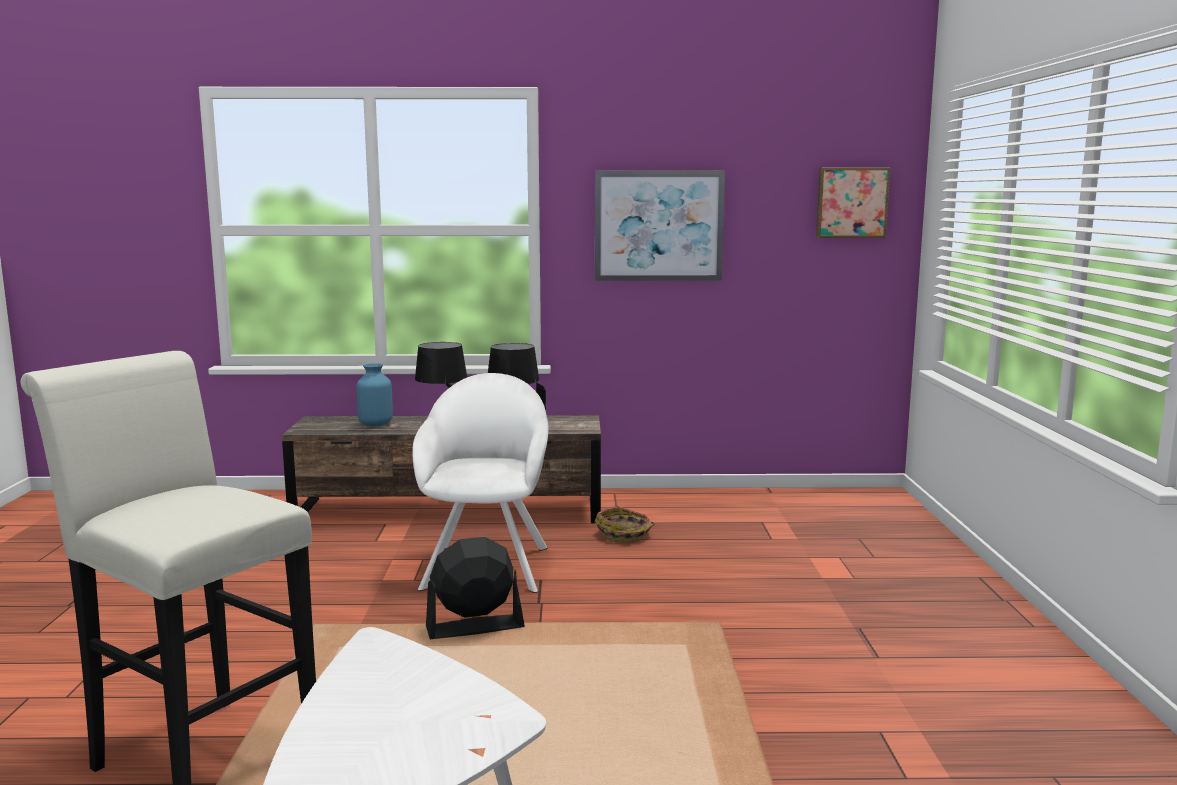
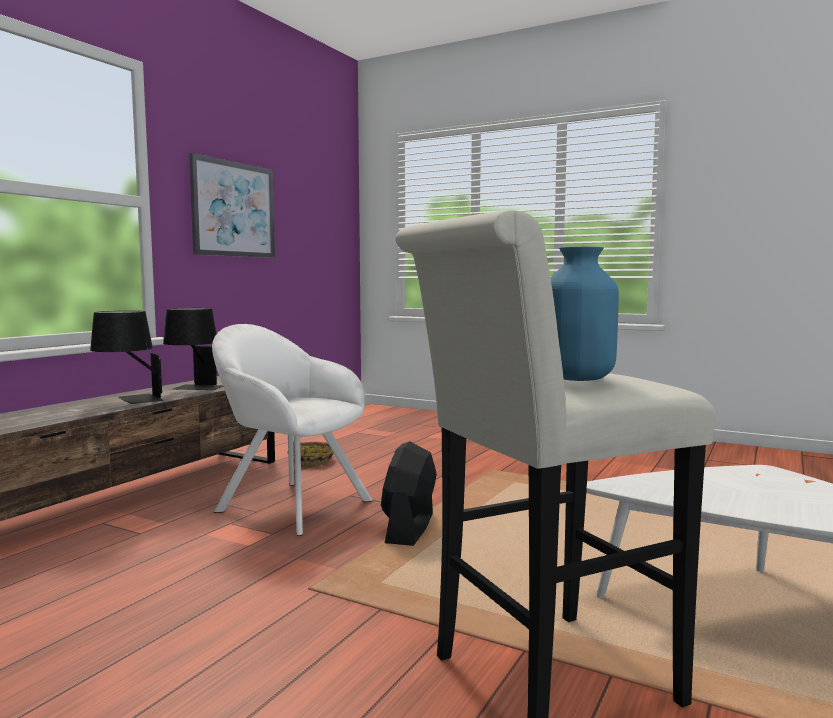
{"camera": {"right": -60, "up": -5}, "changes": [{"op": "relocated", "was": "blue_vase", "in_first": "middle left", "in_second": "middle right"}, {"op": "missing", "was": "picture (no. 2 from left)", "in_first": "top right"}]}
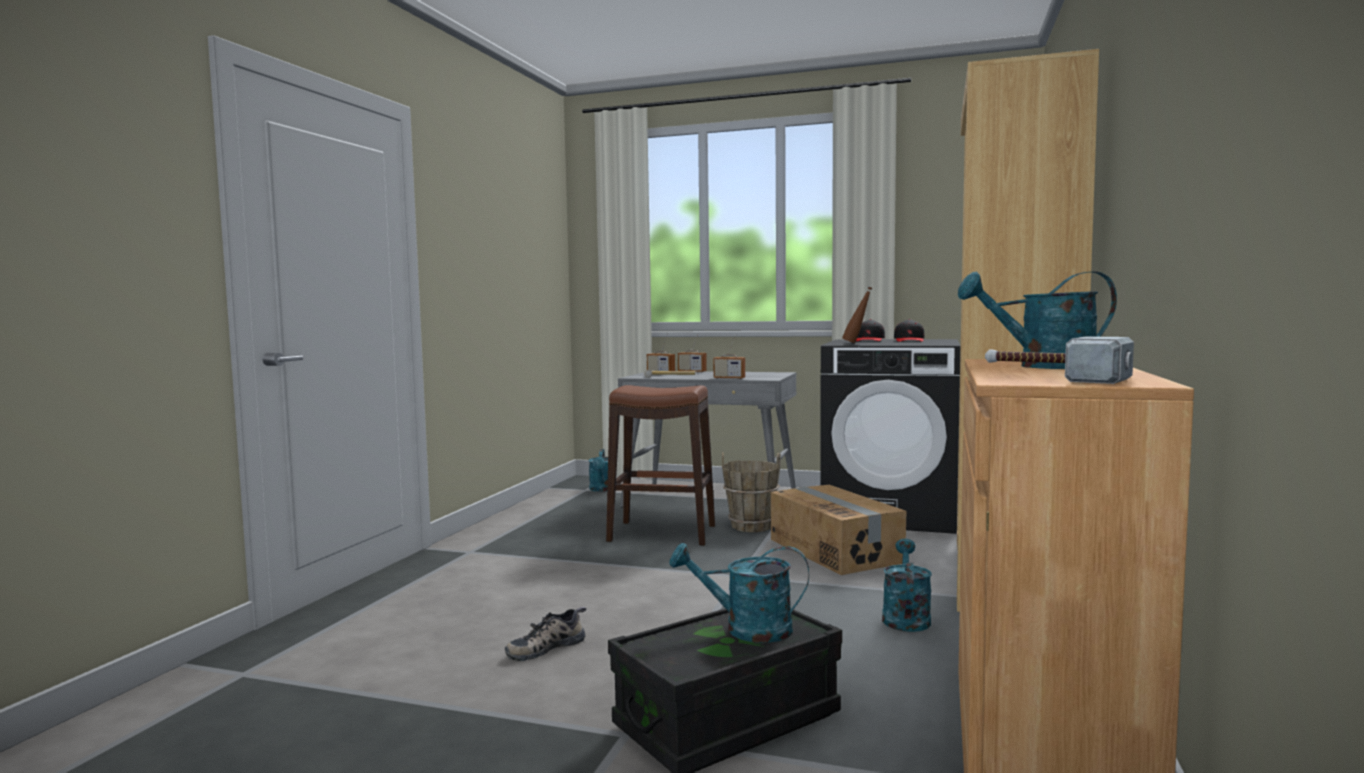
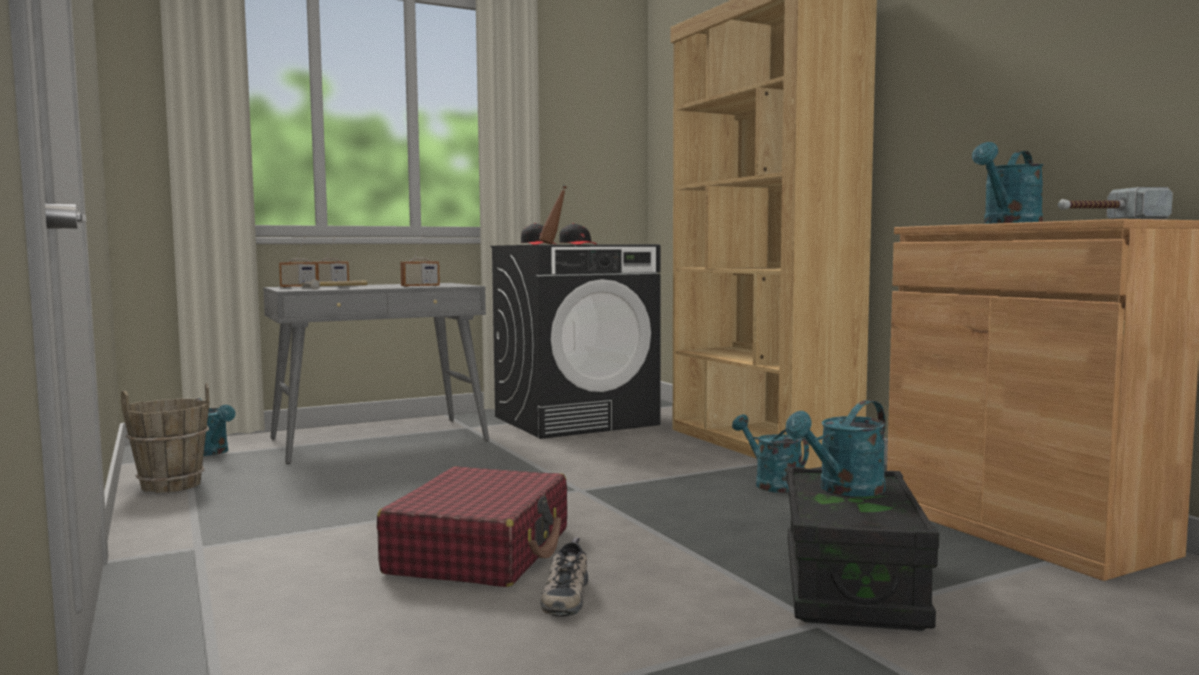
{"camera": {"right": -45, "up": 0}, "changes": [{"op": "missing", "was": "brown_stool", "in_first": "centre"}, {"op": "relocated", "was": "brown_bucket", "in_first": "centre", "in_second": "middle left"}, {"op": "missing", "was": "cardboard_box", "in_first": "bottom centre"}, {"op": "appeared", "now": "red_suitcase", "in_second": "bottom centre"}]}
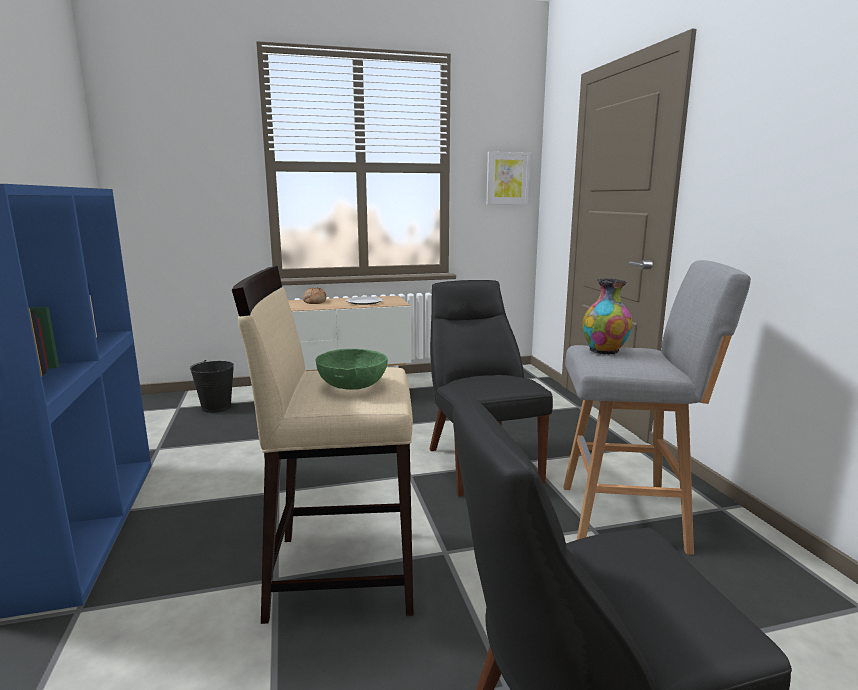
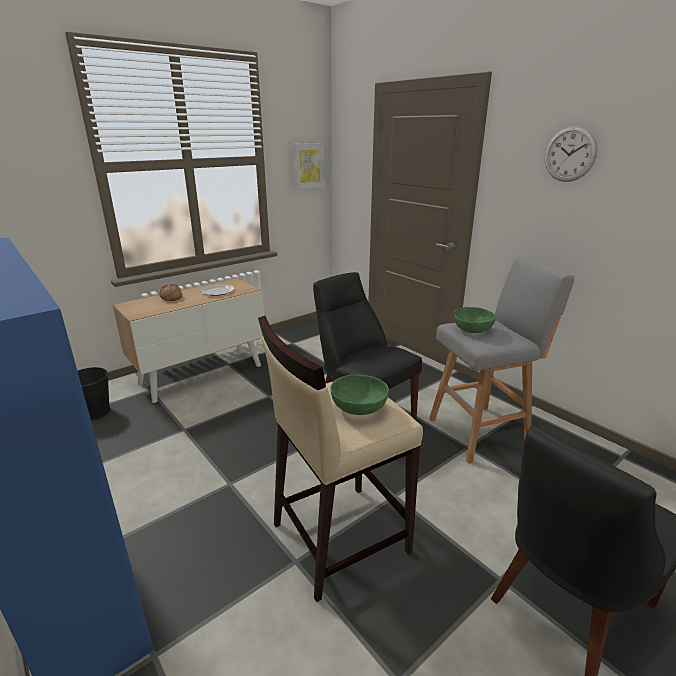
{"camera": {"right": -25, "up": 10}, "changes": [{"op": "exchanged", "was": "vase", "now": "green_bowl (no. 2 from left)", "in_first": "middle right", "in_second": "middle right"}, {"op": "appeared", "now": "wall_clock", "in_second": "top right"}]}
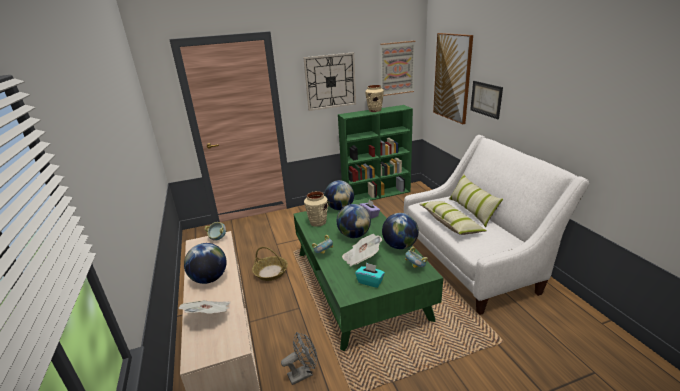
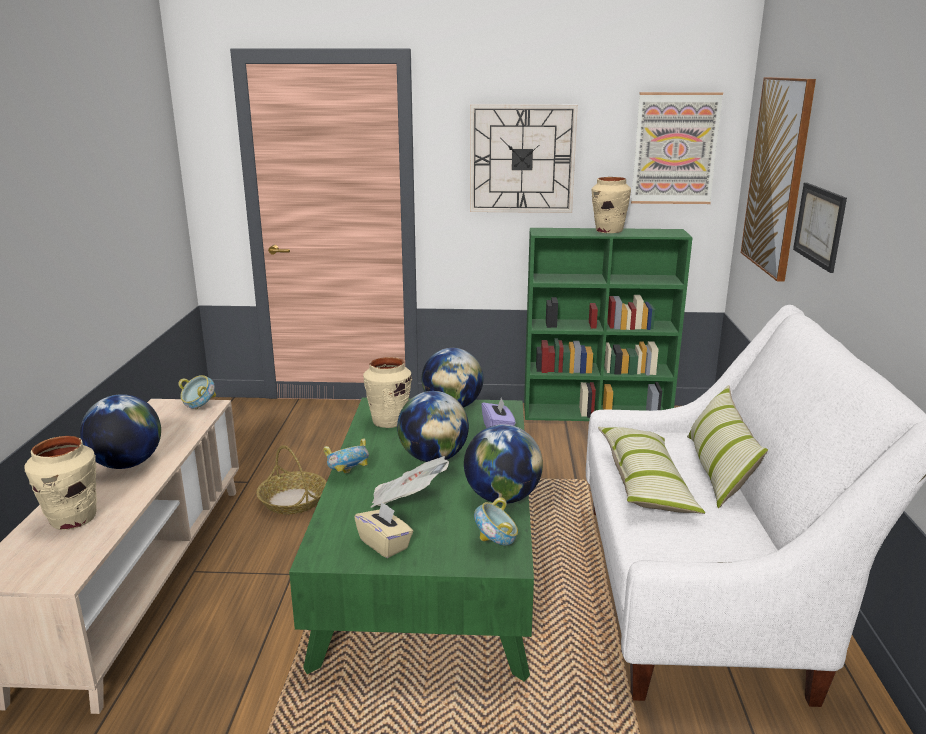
{"camera": {"right": 20, "up": -5}, "changes": [{"op": "exchanged", "was": "newspaper (no. 1 from left)", "now": "beige_vase (no. 1 from left)", "in_first": "bottom left", "in_second": "middle left"}, {"op": "missing", "was": "grey_fan", "in_first": "bottom centre"}, {"op": "colour", "was": "turquoise_tissue_box", "now": "beige_tissue_box", "in_first": "bottom centre", "in_second": "bottom centre"}]}
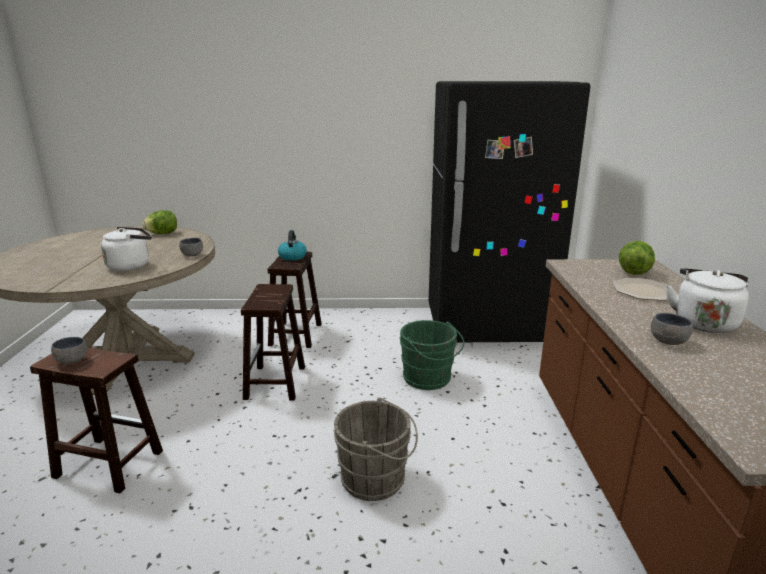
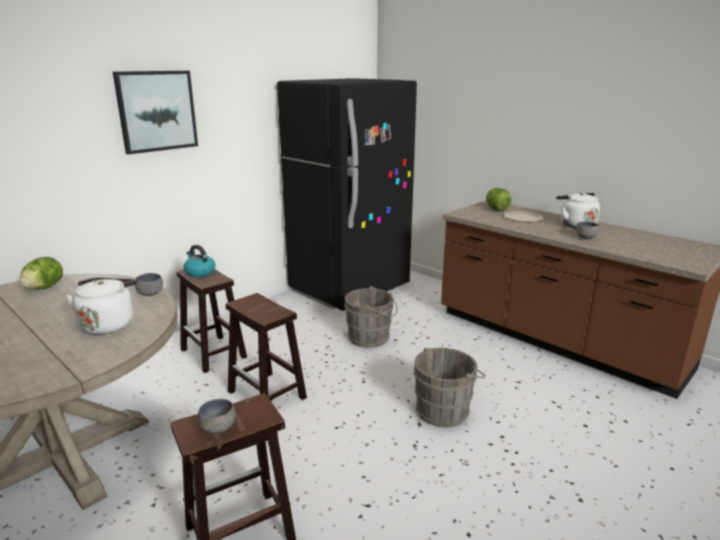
{"camera": {"right": -45, "up": 0}, "changes": [{"op": "colour", "was": "green_bucket", "now": "grey_bucket (no. 1 from left)", "in_first": "centre", "in_second": "centre"}, {"op": "appeared", "now": "picture", "in_second": "top left"}]}
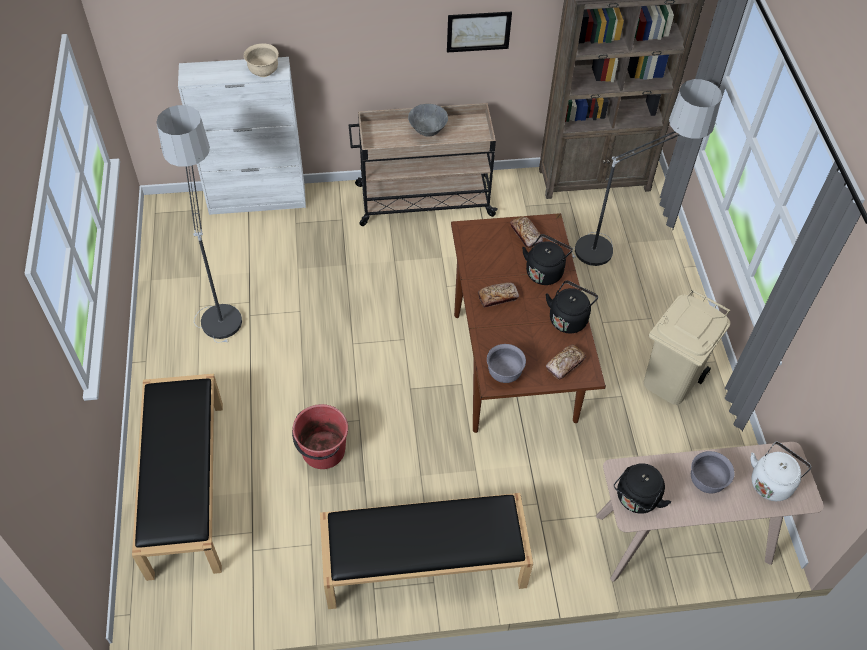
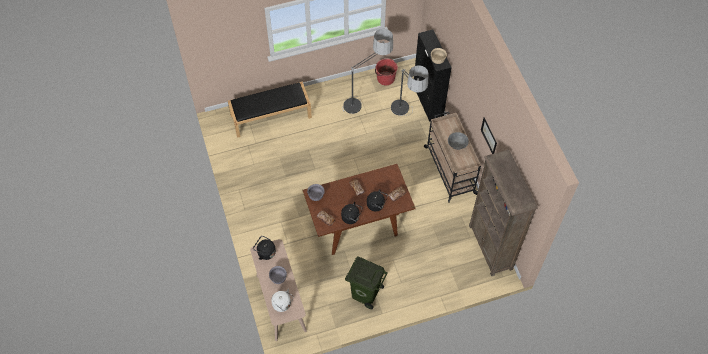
{"camera": {"right": 80, "up": 5}, "changes": [{"op": "colour", "was": "white_cabinet", "now": "black_cabinet", "in_first": "top left", "in_second": "top centre"}, {"op": "relocated", "was": "red_bucket", "in_first": "bottom centre", "in_second": "top centre"}, {"op": "missing", "was": "black_bench (no. 2 from left)", "in_first": "bottom centre"}, {"op": "relocated", "was": "floor_lamp (no. 2 from left)", "in_first": "top right", "in_second": "top centre"}, {"op": "colour", "was": "beige_trash_can", "now": "green_trash_can", "in_first": "middle right", "in_second": "bottom centre"}]}
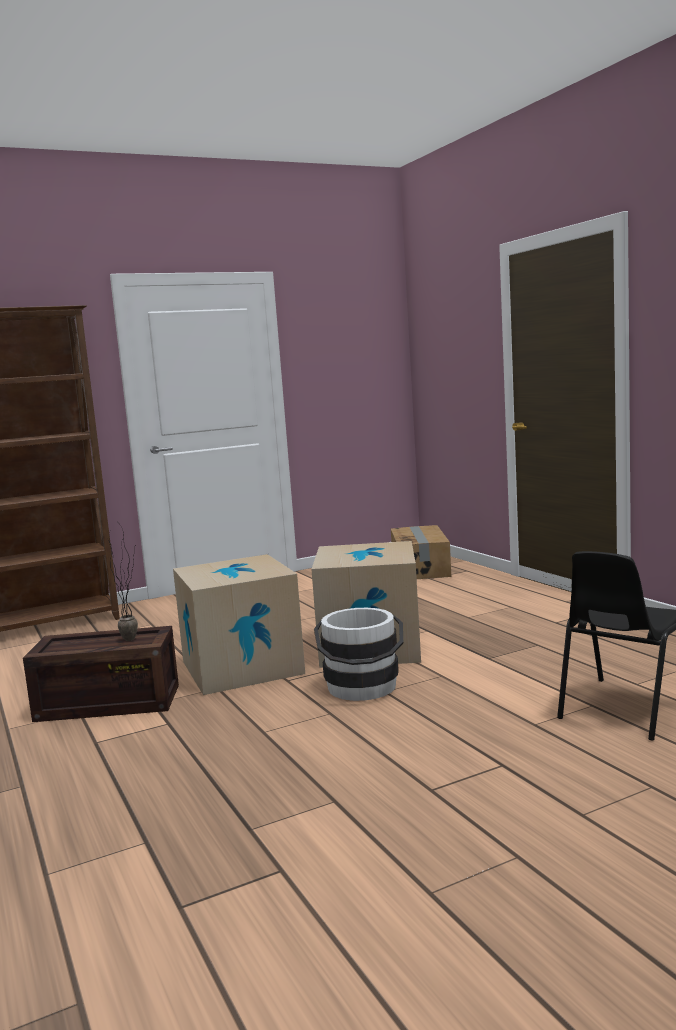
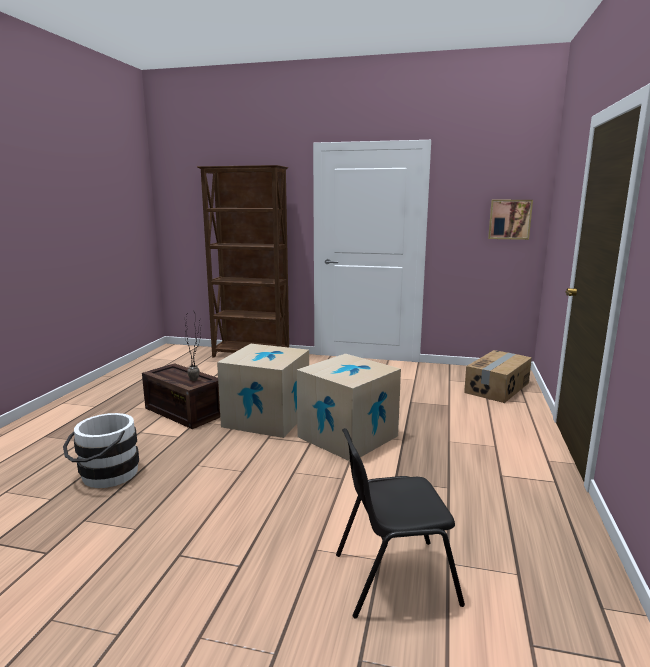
{"camera": {"right": 40, "up": 5}, "changes": [{"op": "relocated", "was": "white_bucket", "in_first": "centre", "in_second": "bottom left"}, {"op": "appeared", "now": "picture", "in_second": "top right"}]}
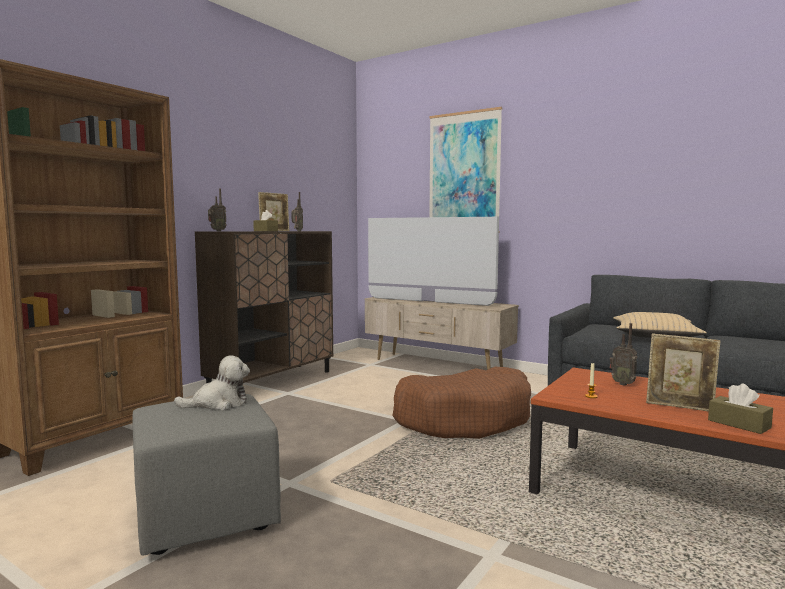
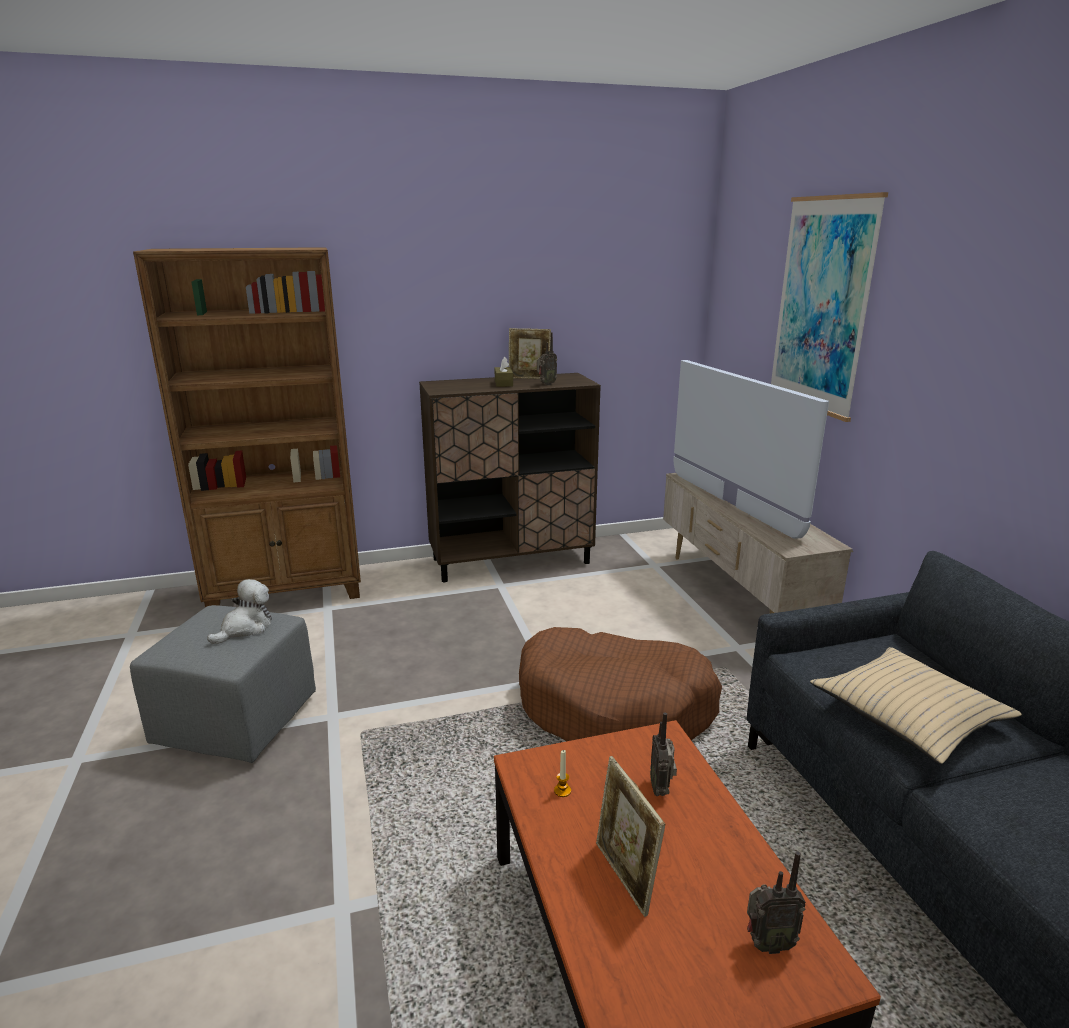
{"camera": {"right": 40, "up": 15}, "changes": [{"op": "spun", "was": "plush_toy", "in_first": "middle left", "in_second": "middle left", "clockwise": -75}, {"op": "relocated", "was": "radio (no. 1 from left in the first image)", "now": "radio (no. 3 from left)", "in_first": "middle left", "in_second": "bottom right"}, {"op": "missing", "was": "brown_tissue_box (no. 2 from left)", "in_first": "bottom right"}]}
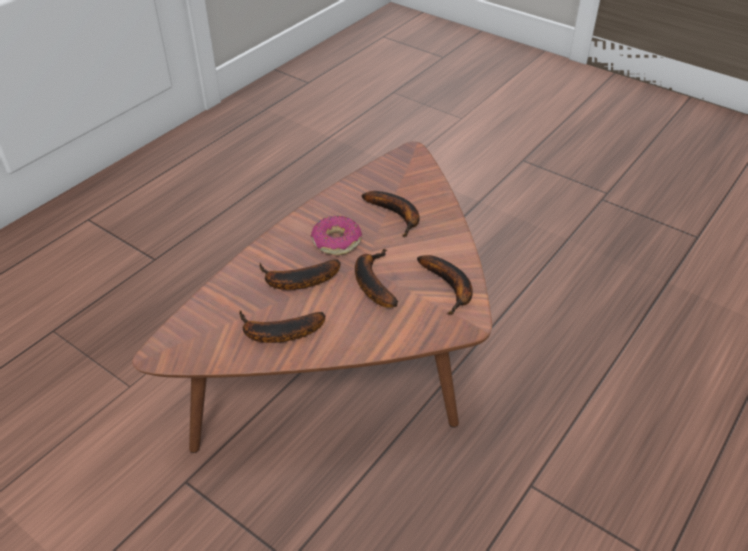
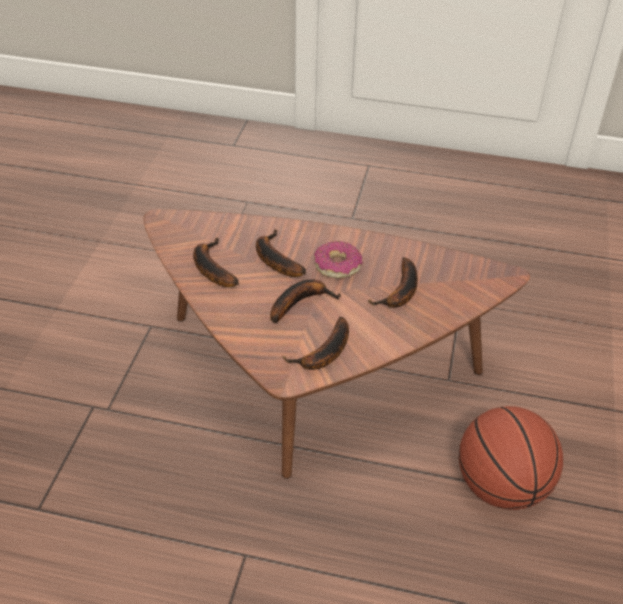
{"camera": {"right": 65, "up": 0}, "changes": [{"op": "appeared", "now": "basketball", "in_second": "bottom right"}]}
